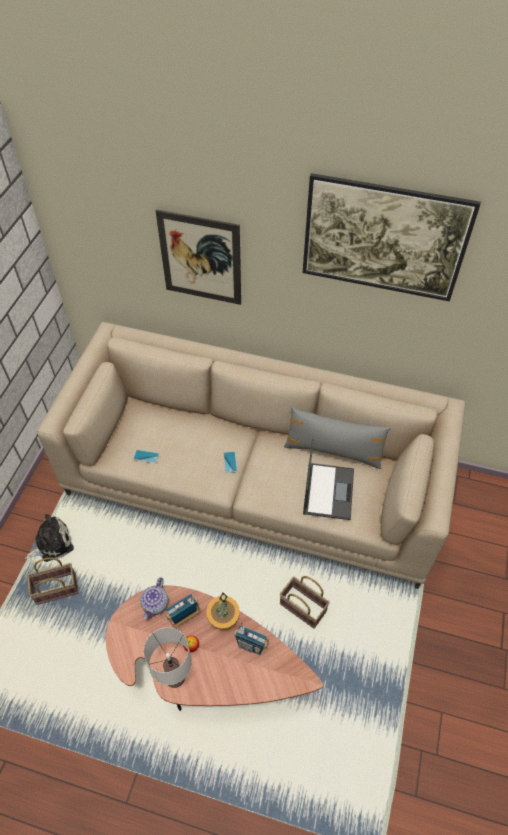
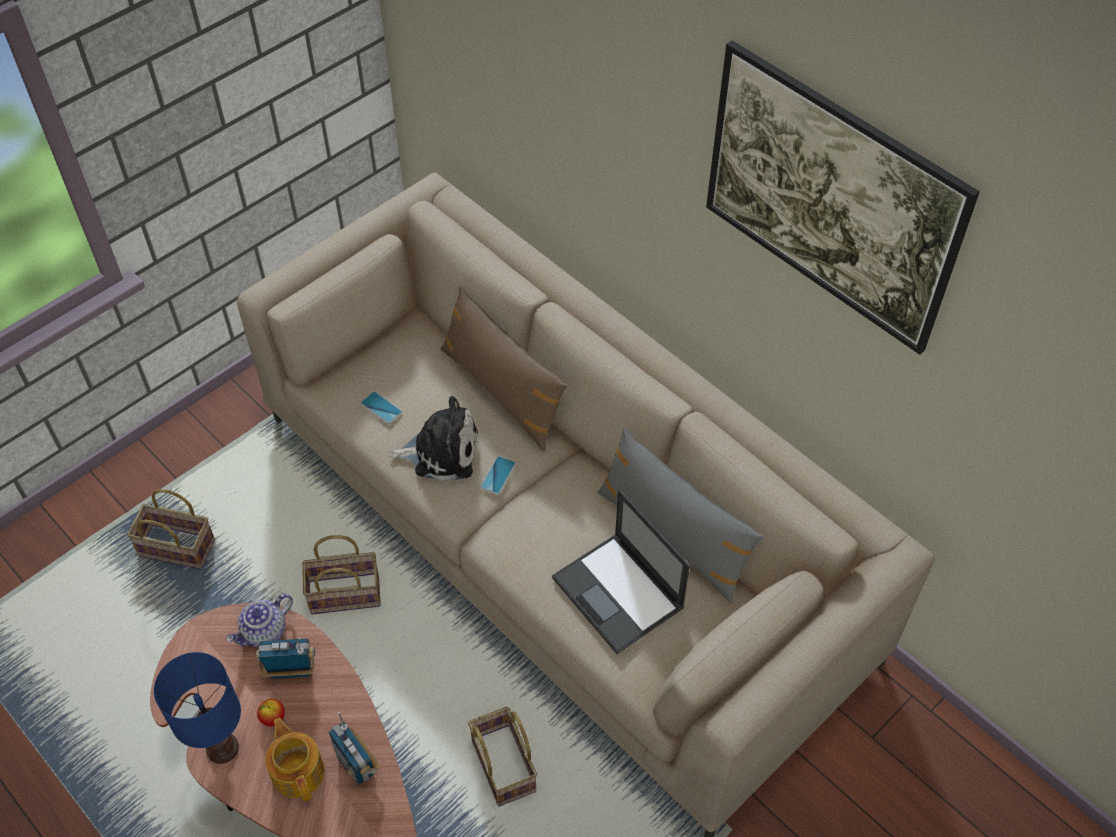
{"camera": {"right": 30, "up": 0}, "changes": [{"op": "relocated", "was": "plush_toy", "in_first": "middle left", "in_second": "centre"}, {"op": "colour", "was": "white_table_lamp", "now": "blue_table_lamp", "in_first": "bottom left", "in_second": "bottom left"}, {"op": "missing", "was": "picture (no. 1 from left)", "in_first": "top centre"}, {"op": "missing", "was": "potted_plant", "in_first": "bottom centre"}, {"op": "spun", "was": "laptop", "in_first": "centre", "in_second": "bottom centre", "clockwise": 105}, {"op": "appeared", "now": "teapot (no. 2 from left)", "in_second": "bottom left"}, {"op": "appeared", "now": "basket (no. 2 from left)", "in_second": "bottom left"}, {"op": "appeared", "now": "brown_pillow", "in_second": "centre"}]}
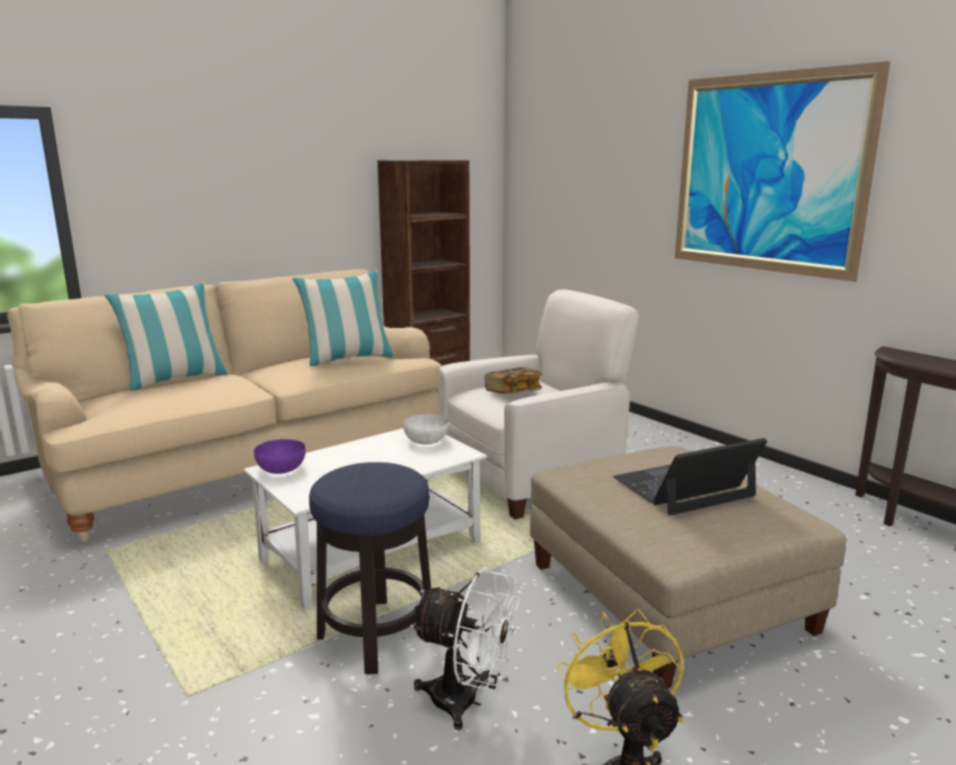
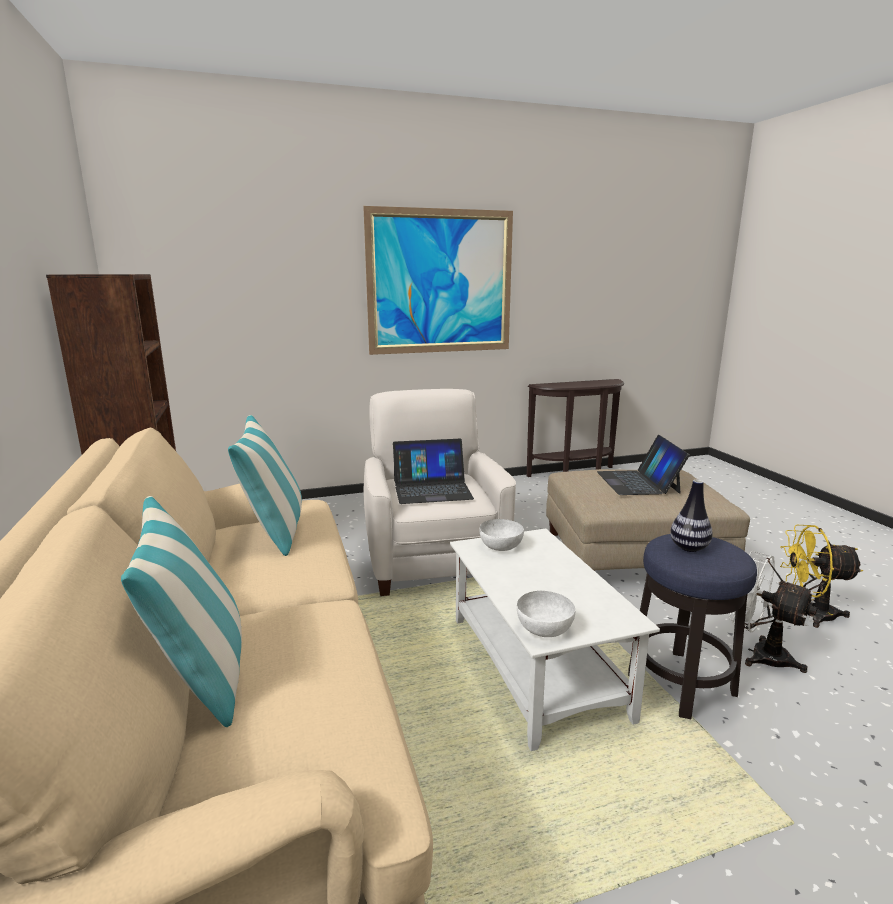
{"camera": {"right": -70, "up": 0}, "changes": [{"op": "colour", "was": "purple_bowl", "now": "white_bowl (no. 2 from left)", "in_first": "middle left", "in_second": "bottom centre"}, {"op": "spun", "was": "white_fan", "in_first": "bottom centre", "in_second": "bottom right", "clockwise": -90}, {"op": "exchanged", "was": "book", "now": "laptop (no. 1 from left)", "in_first": "centre", "in_second": "centre"}, {"op": "appeared", "now": "vase", "in_second": "middle right"}]}
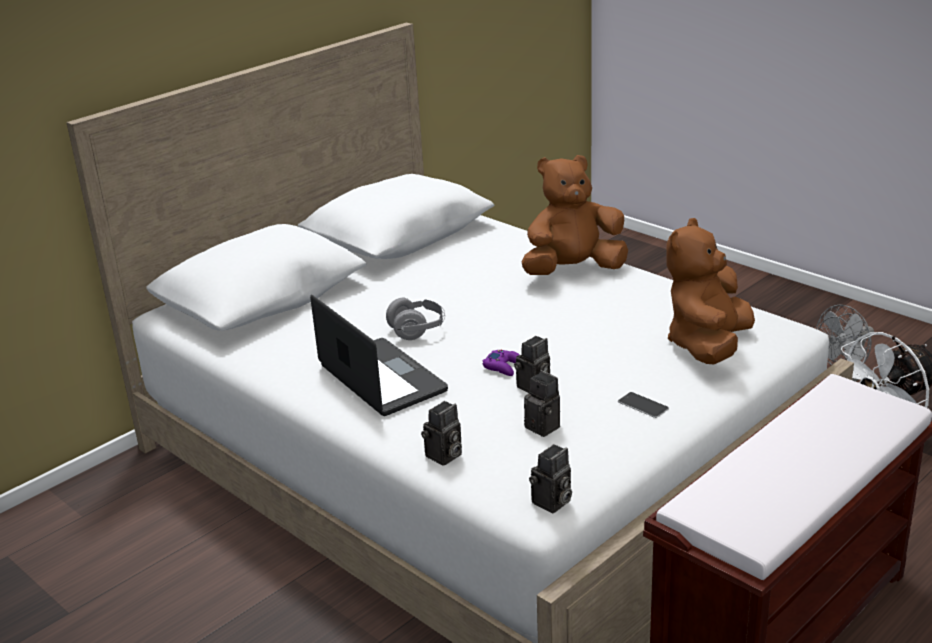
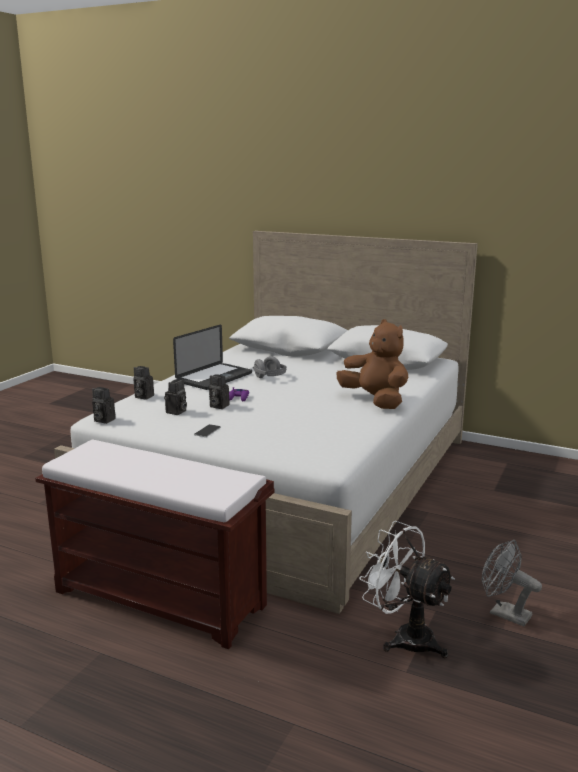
{"camera": {"right": 70, "up": -10}, "changes": [{"op": "missing", "was": "brown_plush_toy (no. 2 from left)", "in_first": "middle right"}]}
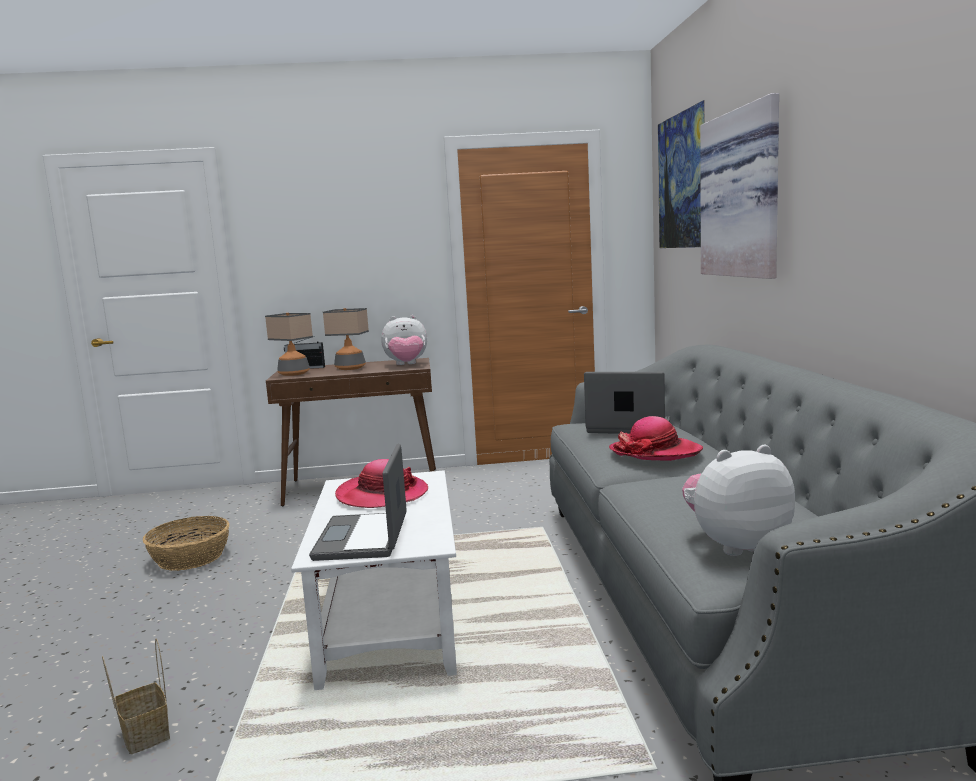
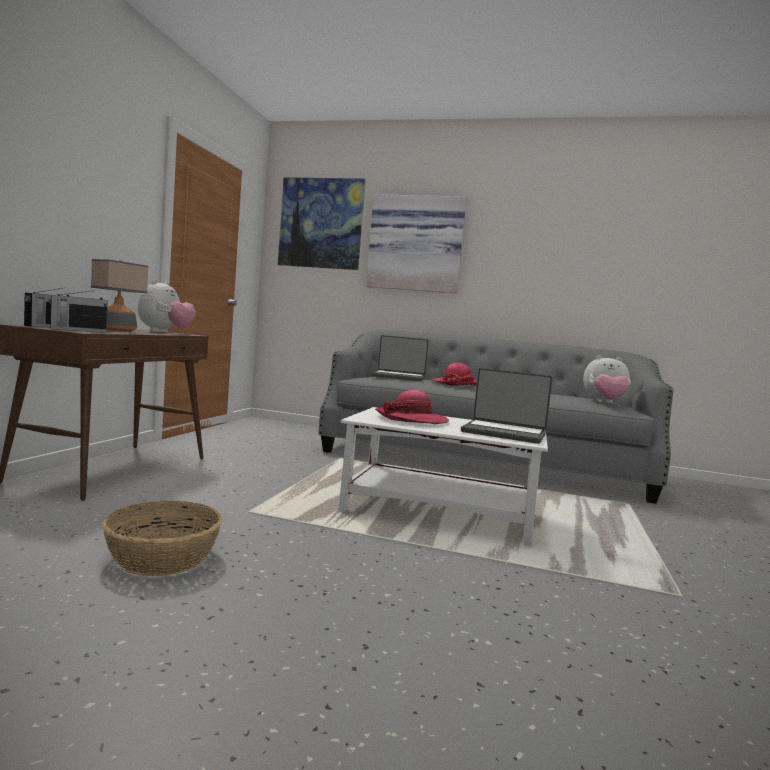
{"camera": {"right": -70, "up": -5}, "changes": [{"op": "missing", "was": "basket (no. 1 from left)", "in_first": "bottom left"}, {"op": "exchanged", "was": "table_lamp (no. 1 from left)", "now": "radio (no. 2 from left)", "in_first": "middle left", "in_second": "middle left"}, {"op": "spun", "was": "laptop (no. 2 from left in the first image)", "in_first": "centre", "in_second": "centre", "clockwise": -120}, {"op": "spun", "was": "plush_toy (no. 2 from left)", "in_first": "middle right", "in_second": "middle right", "clockwise": -90}]}
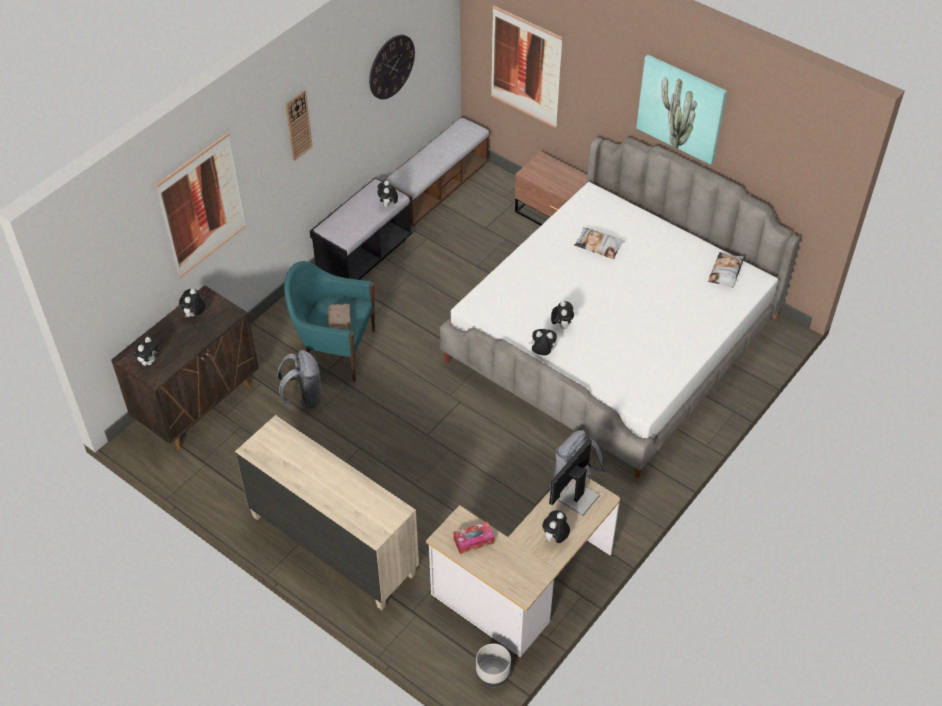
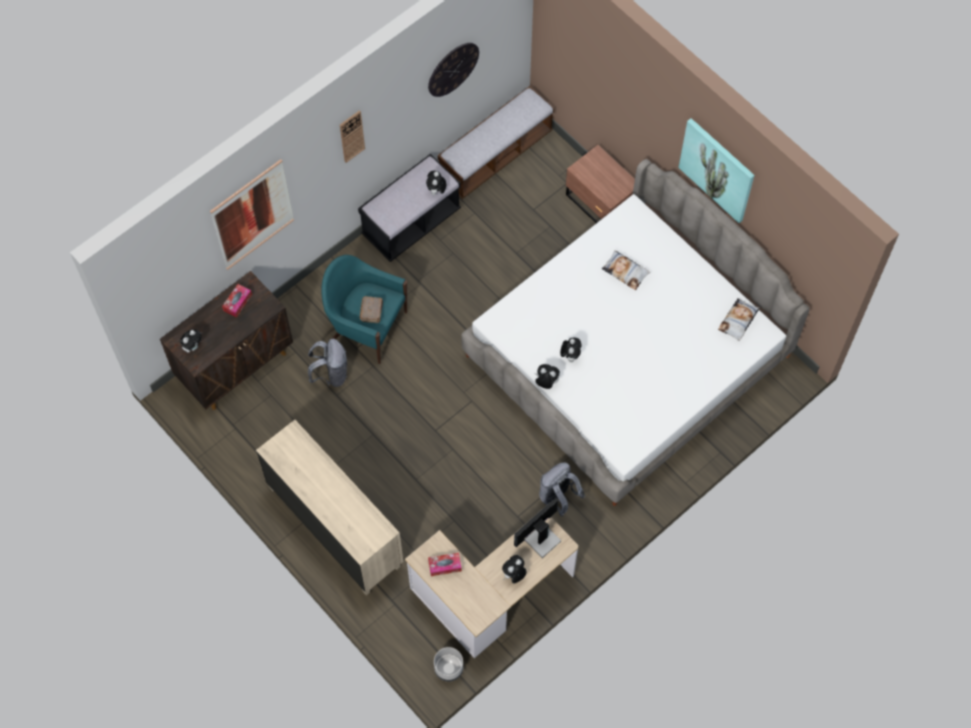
{"camera": {"right": 10, "up": 15}, "changes": [{"op": "exchanged", "was": "plush_toy (no. 2 from left)", "now": "tissue_box (no. 1 from left)", "in_first": "middle left", "in_second": "middle left"}, {"op": "missing", "was": "picture (no. 2 from left)", "in_first": "top centre"}]}
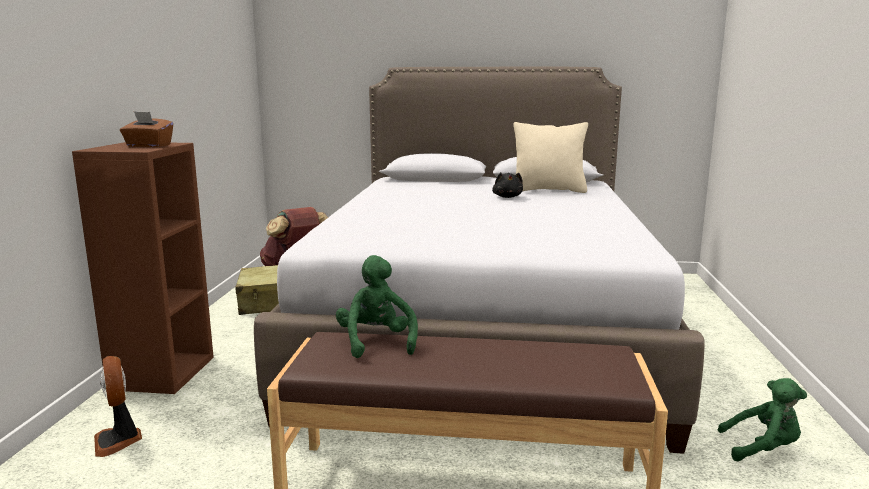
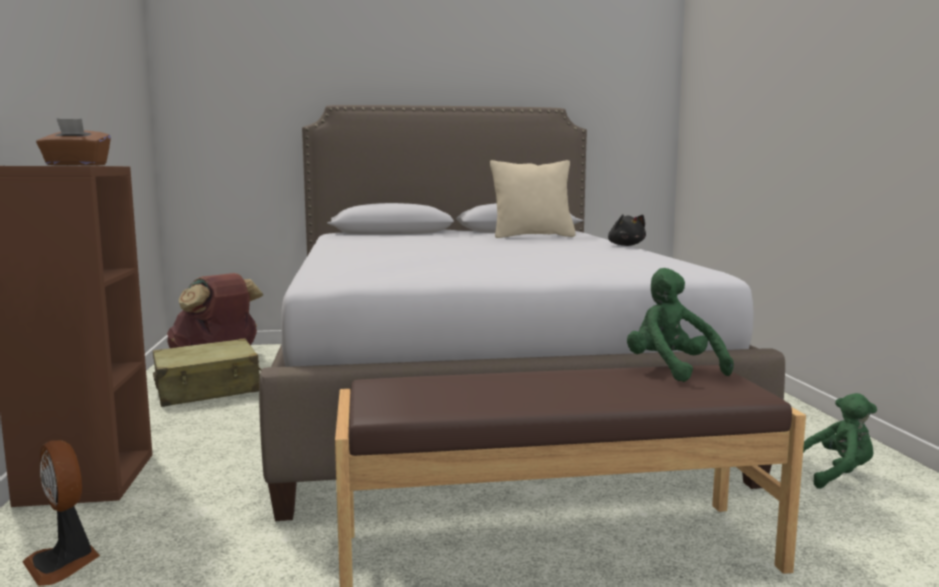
{"camera": {"right": -15, "up": -5}, "changes": [{"op": "relocated", "was": "green_plush_toy (no. 1 from left)", "in_first": "centre", "in_second": "middle right"}, {"op": "relocated", "was": "black_plush_toy", "in_first": "centre", "in_second": "middle right"}]}
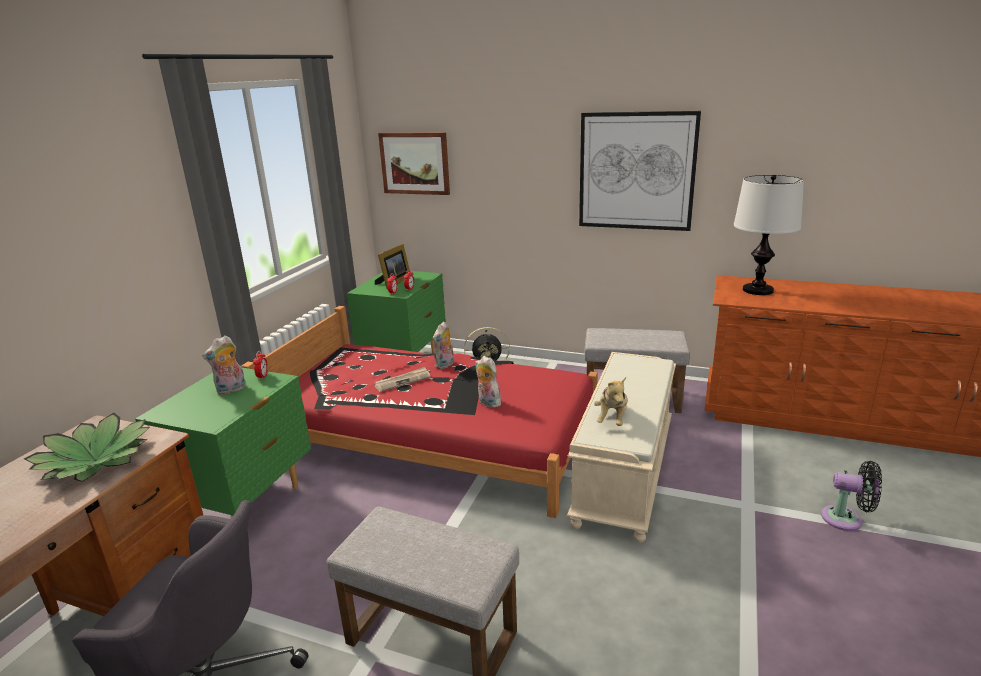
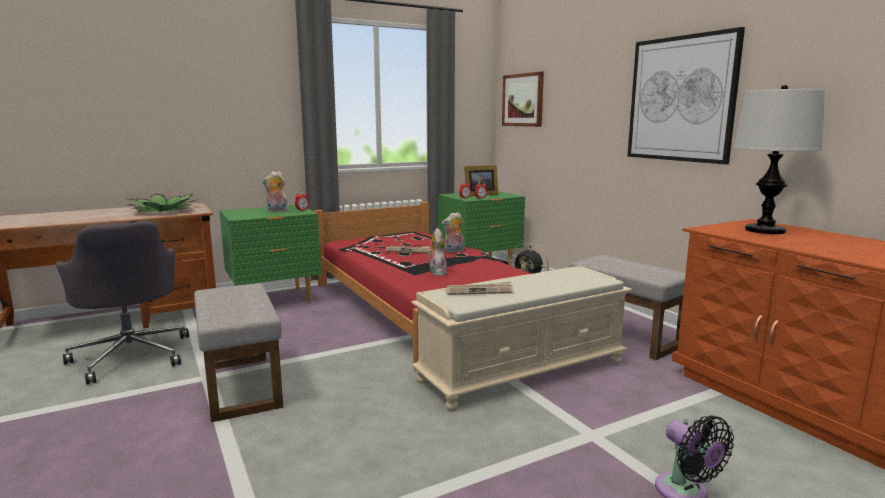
{"camera": {"right": 40, "up": -10}, "changes": [{"op": "exchanged", "was": "plush_toy (no. 4 from left)", "now": "newspaper (no. 2 from left)", "in_first": "centre", "in_second": "centre"}]}
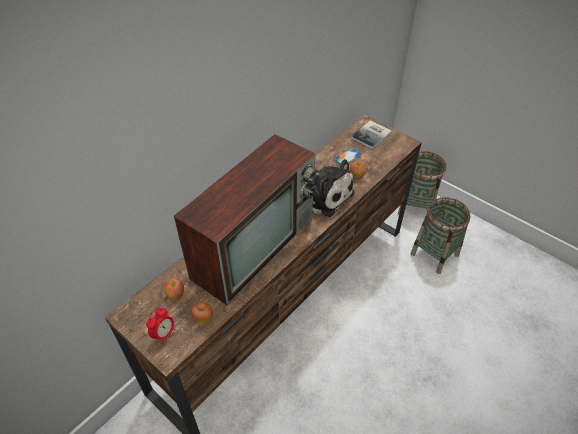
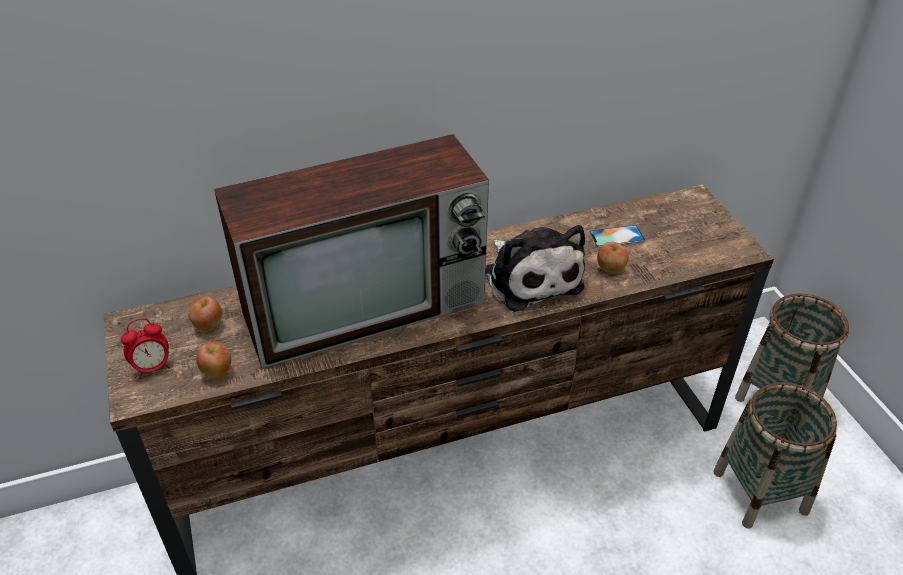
{"camera": {"right": 30, "up": -5}, "changes": [{"op": "missing", "was": "book", "in_first": "top centre"}]}
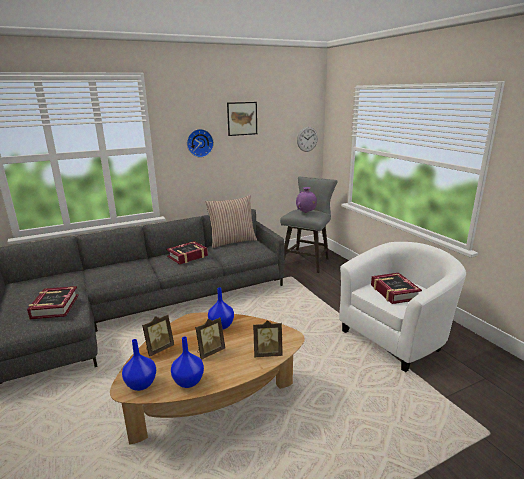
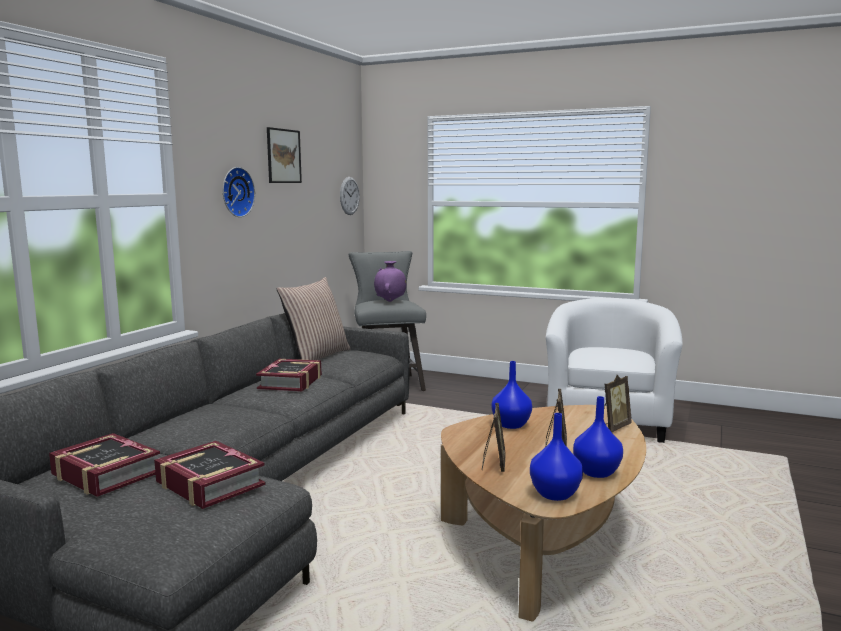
{"camera": {"right": -40, "up": -10}, "changes": [{"op": "relocated", "was": "book (no. 3 from left in the first image)", "now": "book (no. 1 from left)", "in_first": "middle right", "in_second": "bottom left"}]}
